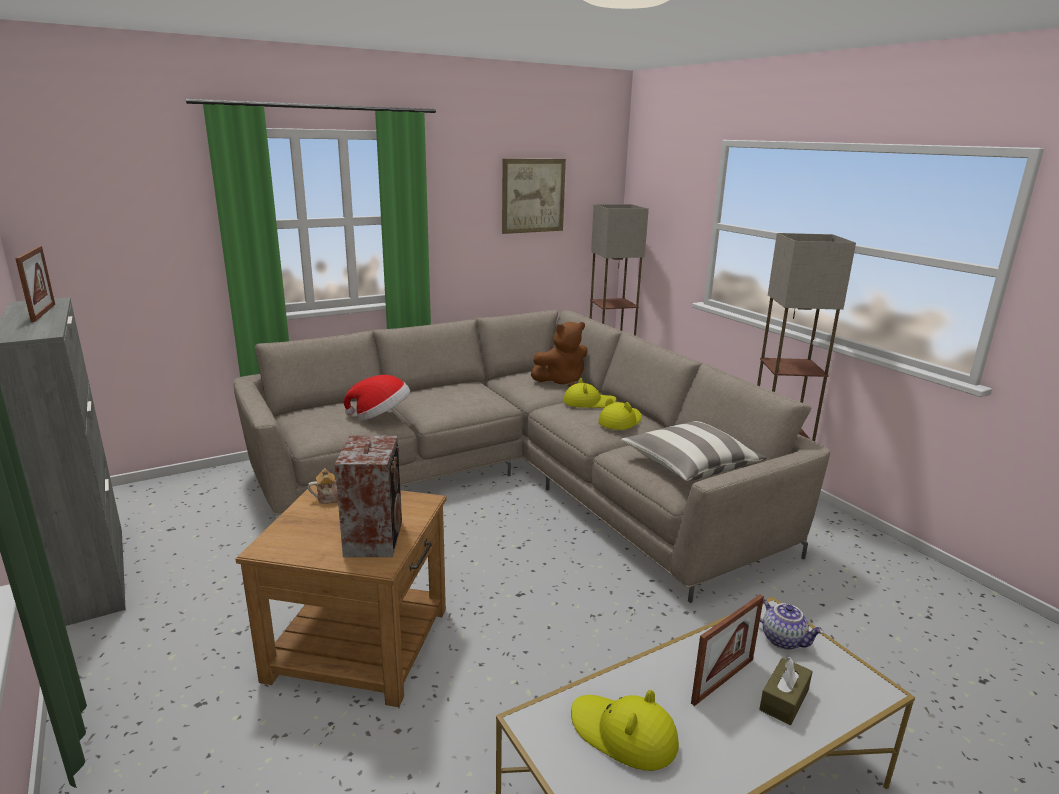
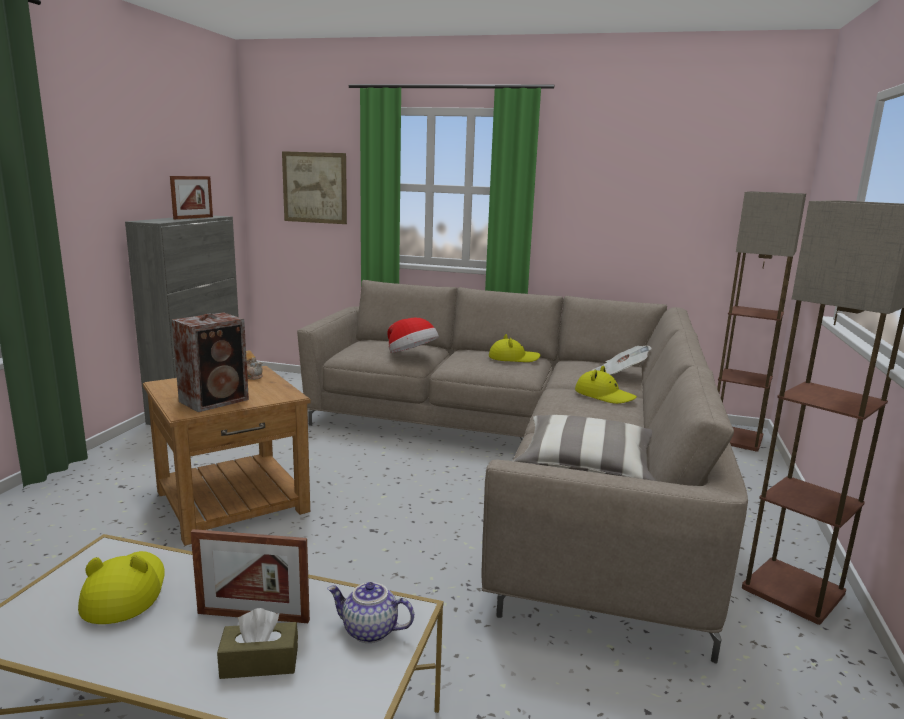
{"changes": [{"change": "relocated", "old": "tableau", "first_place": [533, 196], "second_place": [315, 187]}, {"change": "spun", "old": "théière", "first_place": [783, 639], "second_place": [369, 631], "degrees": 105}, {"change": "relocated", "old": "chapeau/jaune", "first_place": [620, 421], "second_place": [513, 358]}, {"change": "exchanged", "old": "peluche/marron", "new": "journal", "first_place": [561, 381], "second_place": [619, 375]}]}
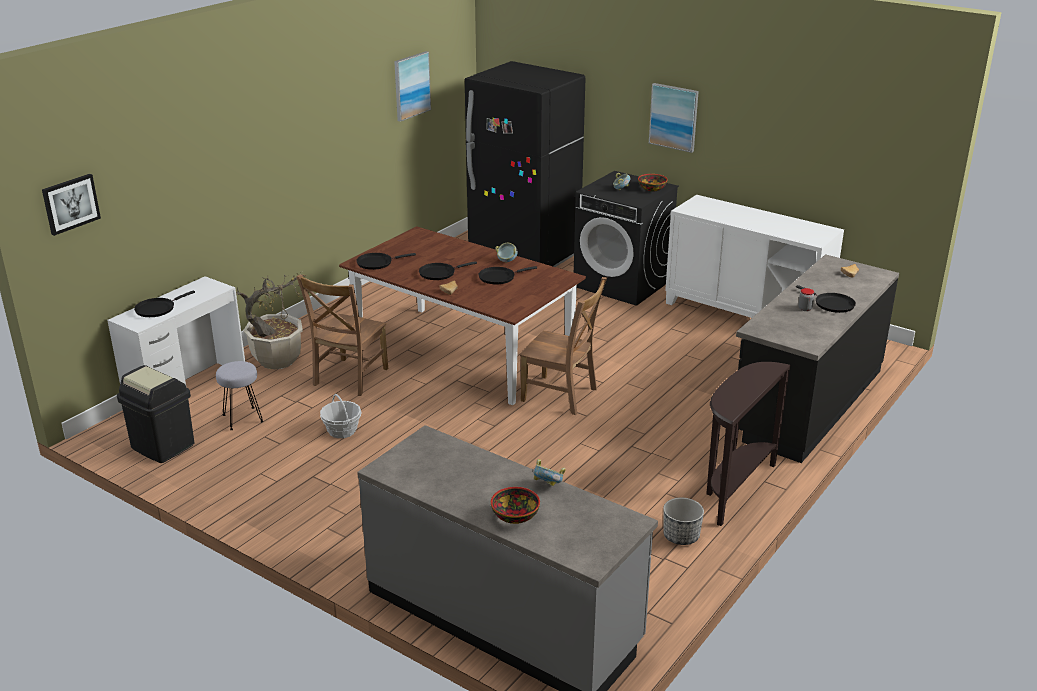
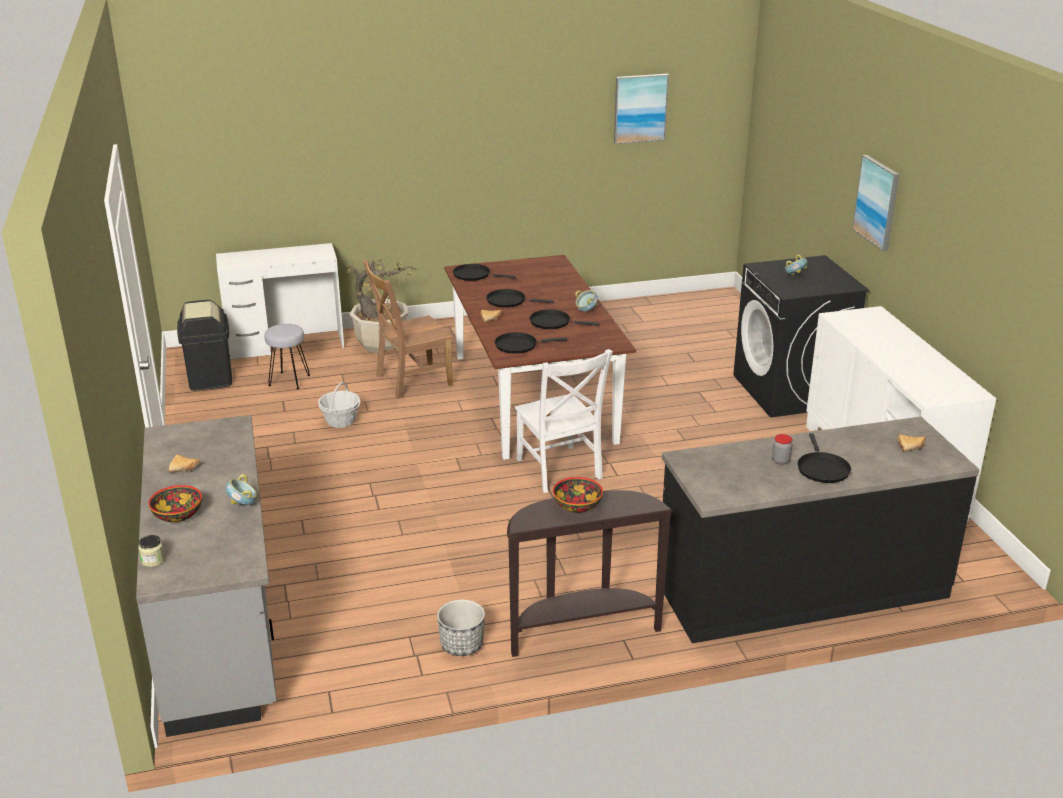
{"changes": [{"change": "appeared", "new": "bocal", "second_place": [153, 560]}, {"change": "appeared", "new": "pain", "second_place": [185, 468]}, {"change": "relocated", "old": "poêle/noir", "first_place": [157, 309], "second_place": [519, 345]}, {"change": "colour", "old": "chaise/marron", "new": "chaise/blanc", "first_place": [562, 396], "second_place": [559, 471]}, {"change": "relocated", "old": "bol", "first_place": [651, 189], "second_place": [577, 505]}, {"change": "missing", "old": "tableau", "first_place": [70, 203]}, {"change": "missing", "old": "réfrigérateur/noir", "first_place": [524, 256]}]}
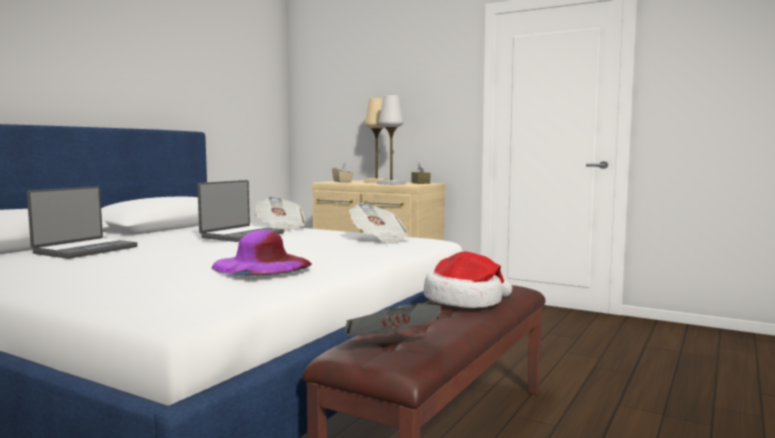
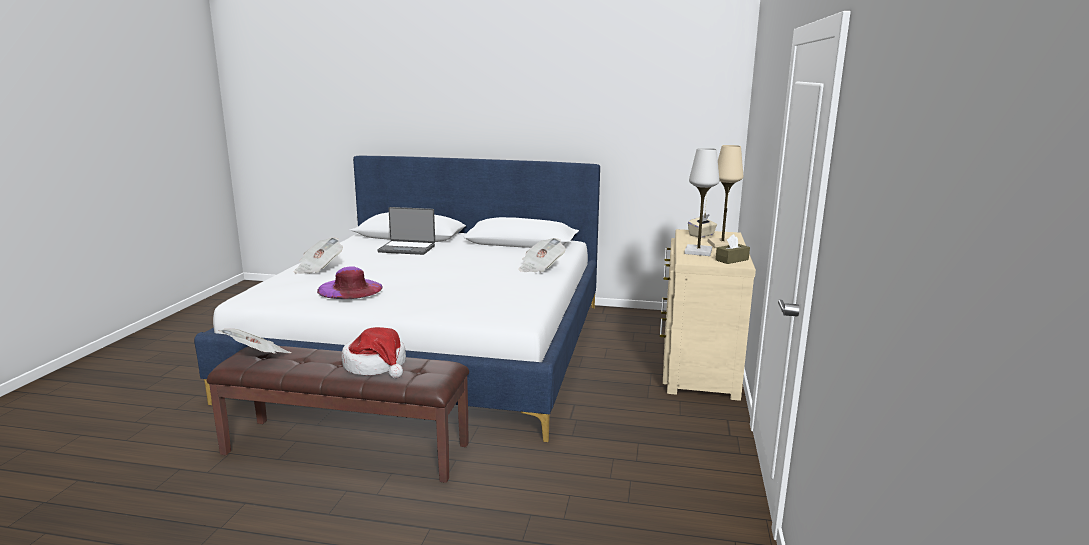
{"changes": [{"change": "relocated", "old": "journal", "first_place": [379, 239], "second_place": [318, 268]}, {"change": "missing", "old": "ordinateur portable", "first_place": [241, 235]}]}
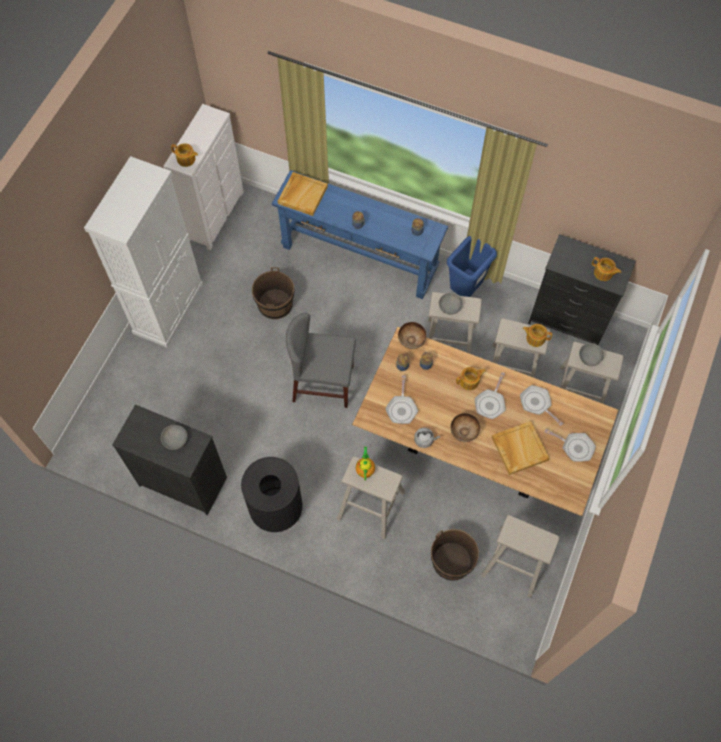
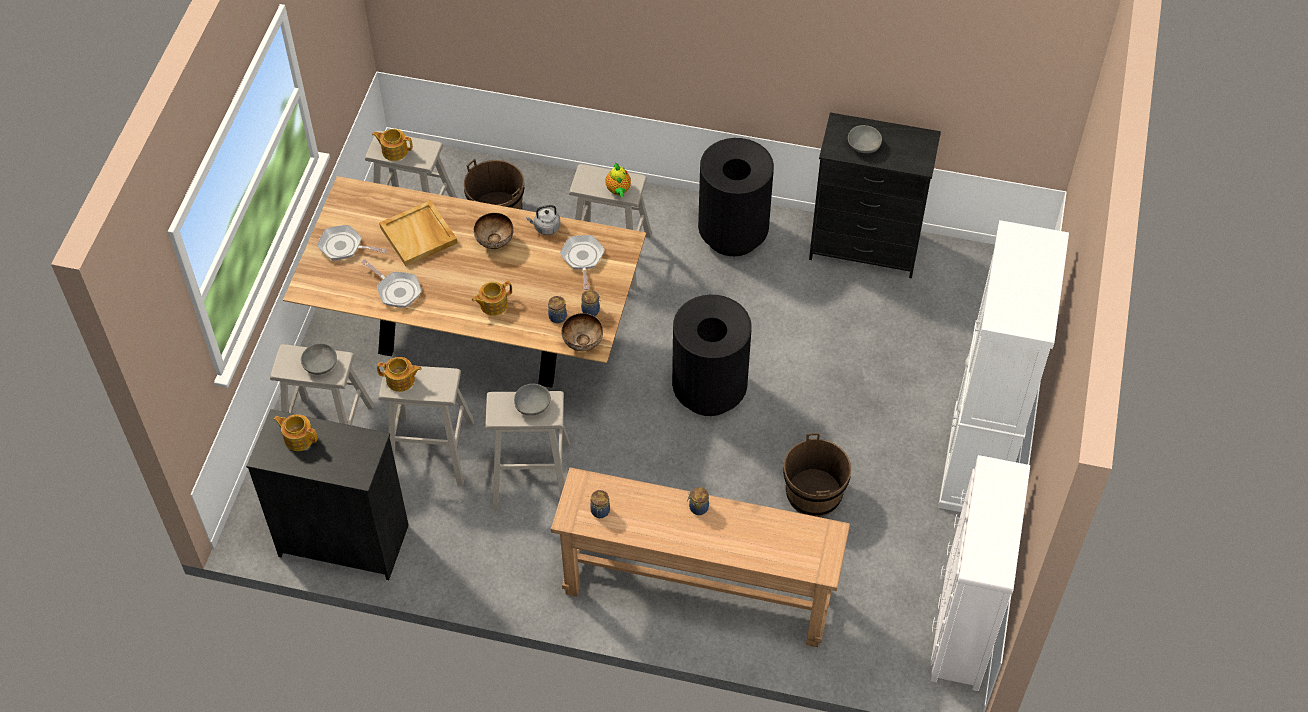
{"changes": [{"change": "relocated", "old": "théière", "first_place": [186, 159], "second_place": [394, 150]}, {"change": "colour", "old": "table console/bleu", "new": "table console/marron", "first_place": [359, 258], "second_place": [697, 591]}, {"change": "exchanged", "old": "chaise/gris", "new": "poubelle/noir", "first_place": [323, 383], "second_place": [709, 391]}, {"change": "missing", "old": "plateau/beige", "first_place": [302, 194]}, {"change": "missing", "old": "poubelle/bleu", "first_place": [465, 289]}, {"change": "missing", "old": "poêle", "first_place": [490, 403]}]}
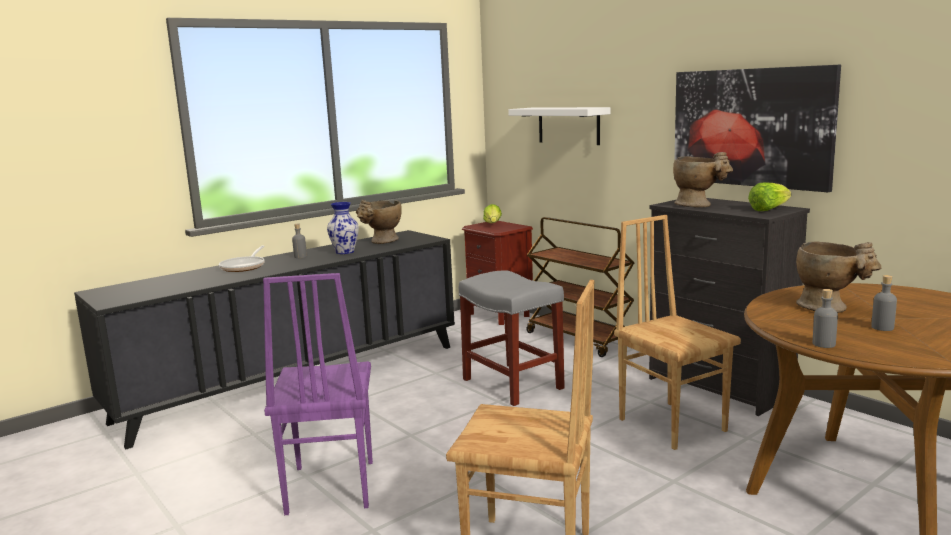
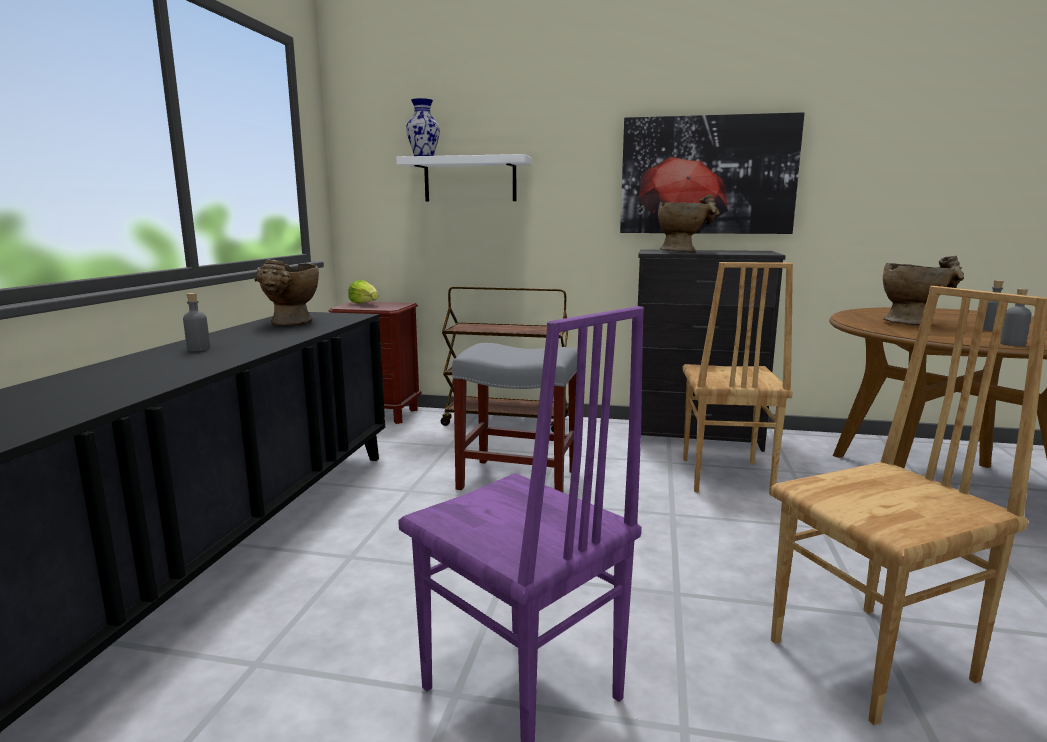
{"changes": [{"change": "relocated", "old": "vase", "first_place": [345, 252], "second_place": [424, 156]}, {"change": "spun", "old": "chaise/marron", "first_place": [672, 424], "second_place": [723, 476], "degrees": -105}, {"change": "missing", "old": "poêle", "first_place": [244, 267]}, {"change": "missing", "old": "laitue", "first_place": [768, 209]}]}
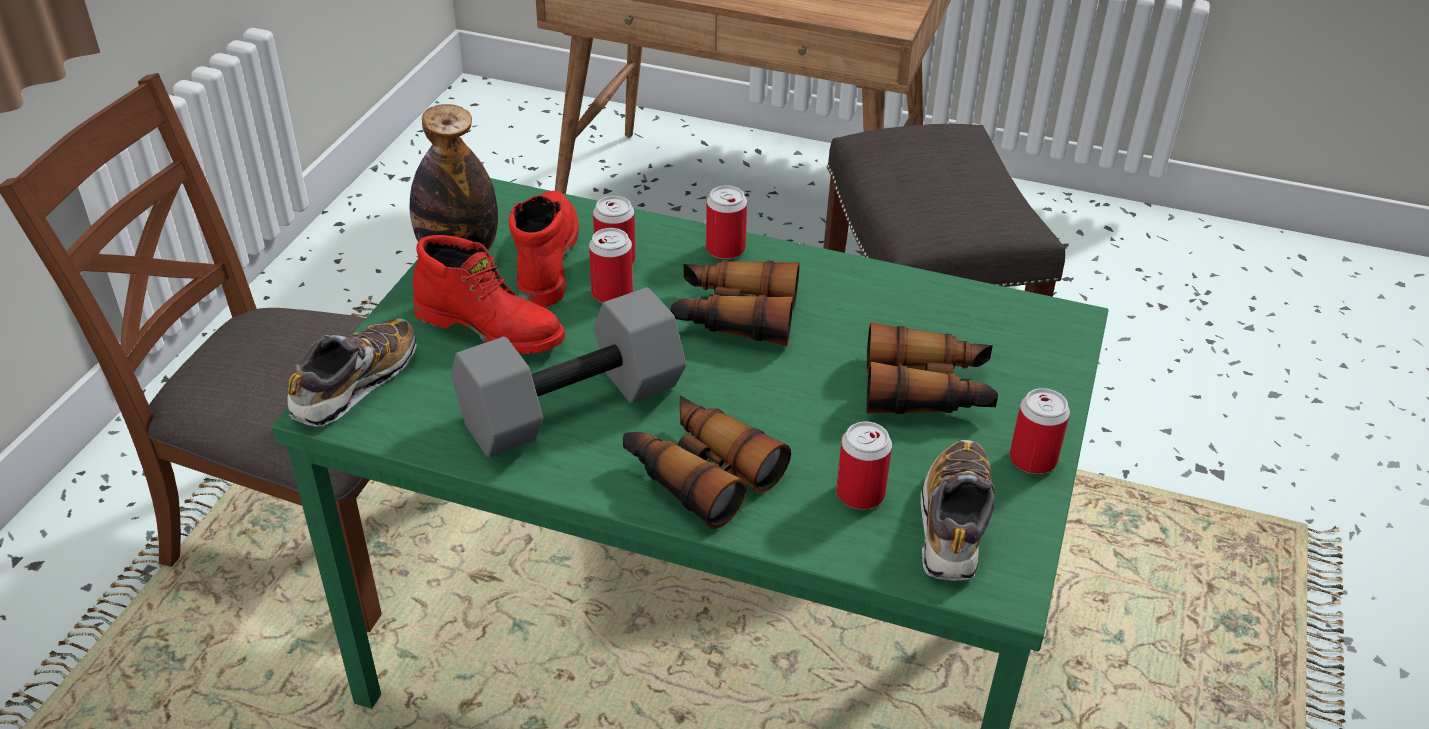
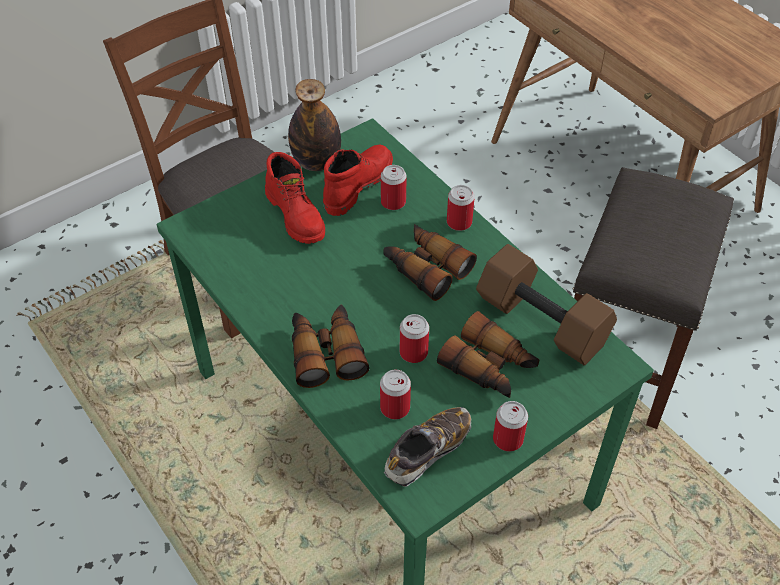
{"changes": [{"change": "relocated", "old": "boîte métallique", "first_place": [612, 293], "second_place": [413, 352]}, {"change": "appeared", "new": "haltère/marron", "second_place": [544, 321]}, {"change": "missing", "old": "chaussure", "first_place": [355, 385]}, {"change": "missing", "old": "haltère/gris", "first_place": [572, 403]}]}
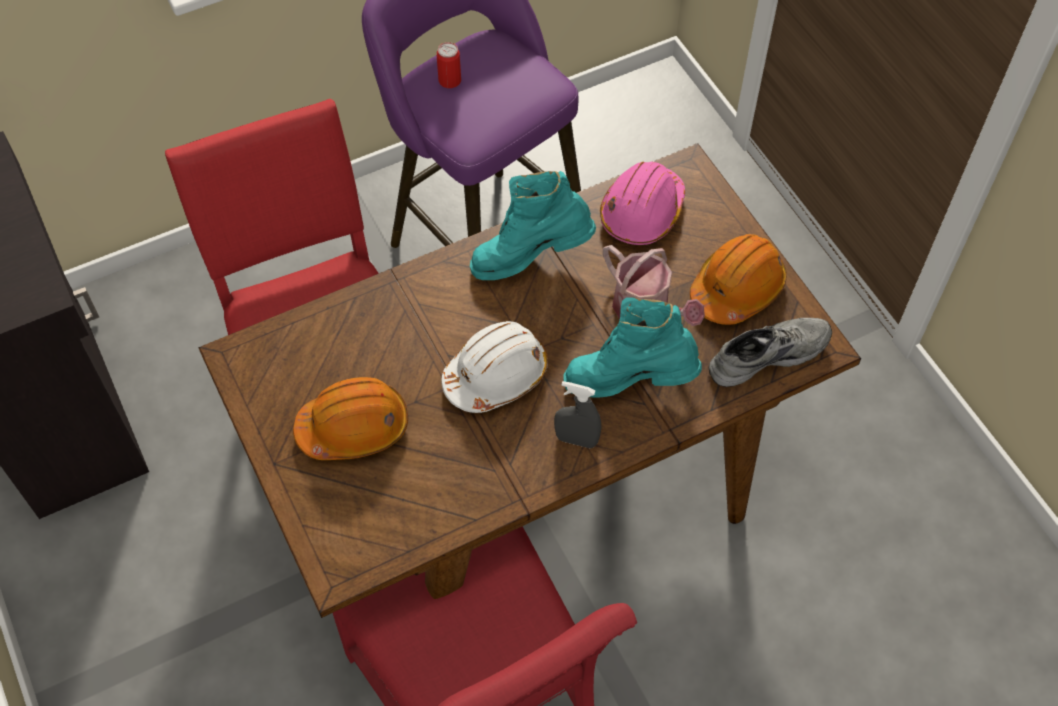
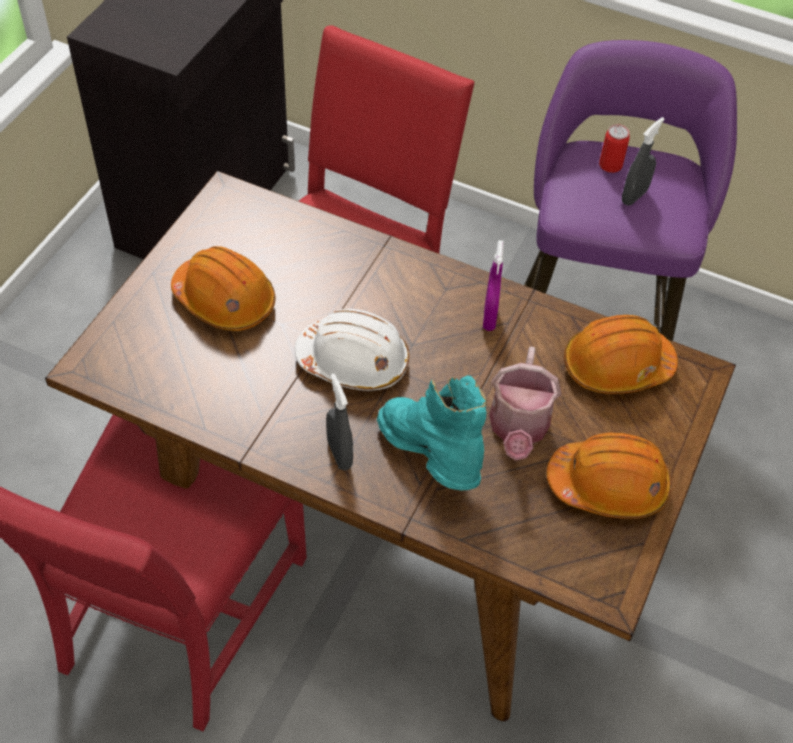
{"changes": [{"change": "exchanged", "old": "botte/turquoise", "new": "vaporisateur/violet", "first_place": [531, 258], "second_place": [489, 317]}, {"change": "colour", "old": "casque de chantier/rose", "new": "casque de chantier/orange", "first_place": [642, 212], "second_place": [616, 366]}, {"change": "appeared", "new": "vaporisateur/gris", "second_place": [634, 196]}, {"change": "missing", "old": "chaussure/gris", "first_place": [766, 353]}]}
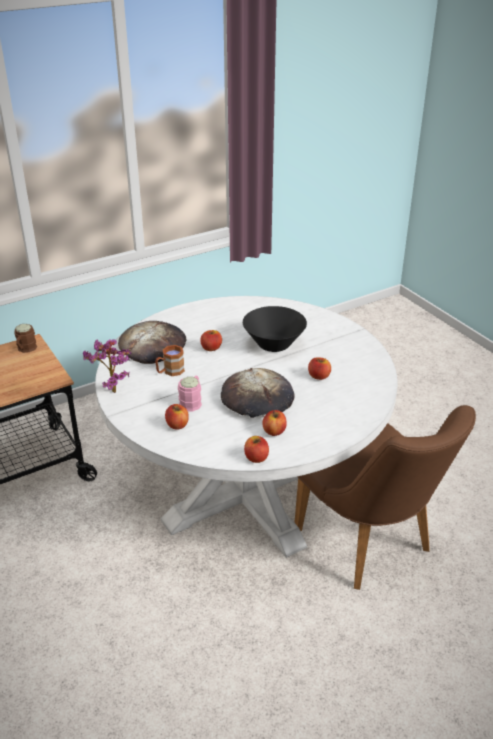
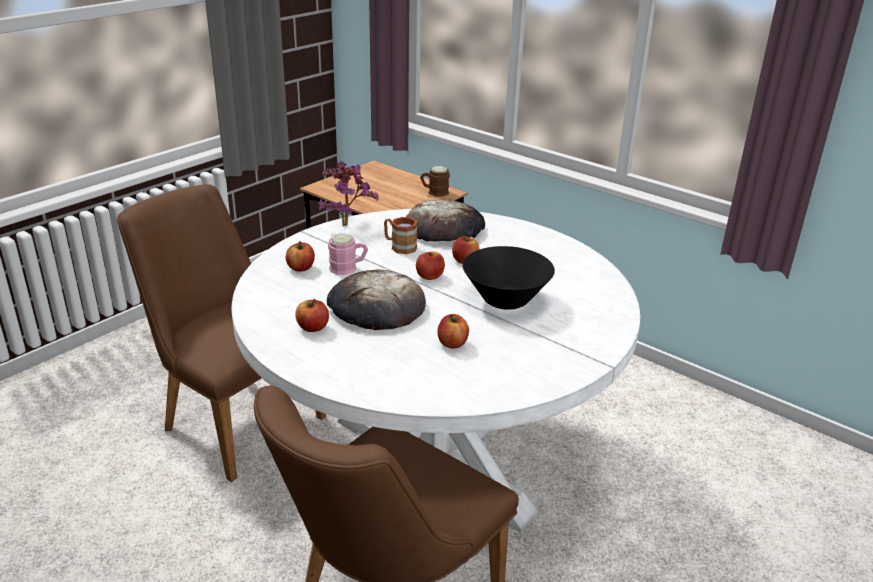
{"changes": [{"change": "appeared", "new": "chaise/marron", "second_place": [233, 418]}, {"change": "relocated", "old": "pomme", "first_place": [256, 458], "second_place": [429, 276]}]}
